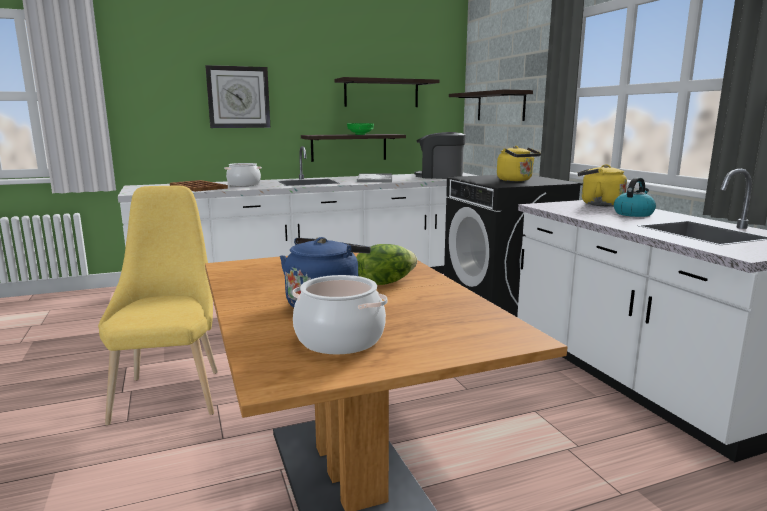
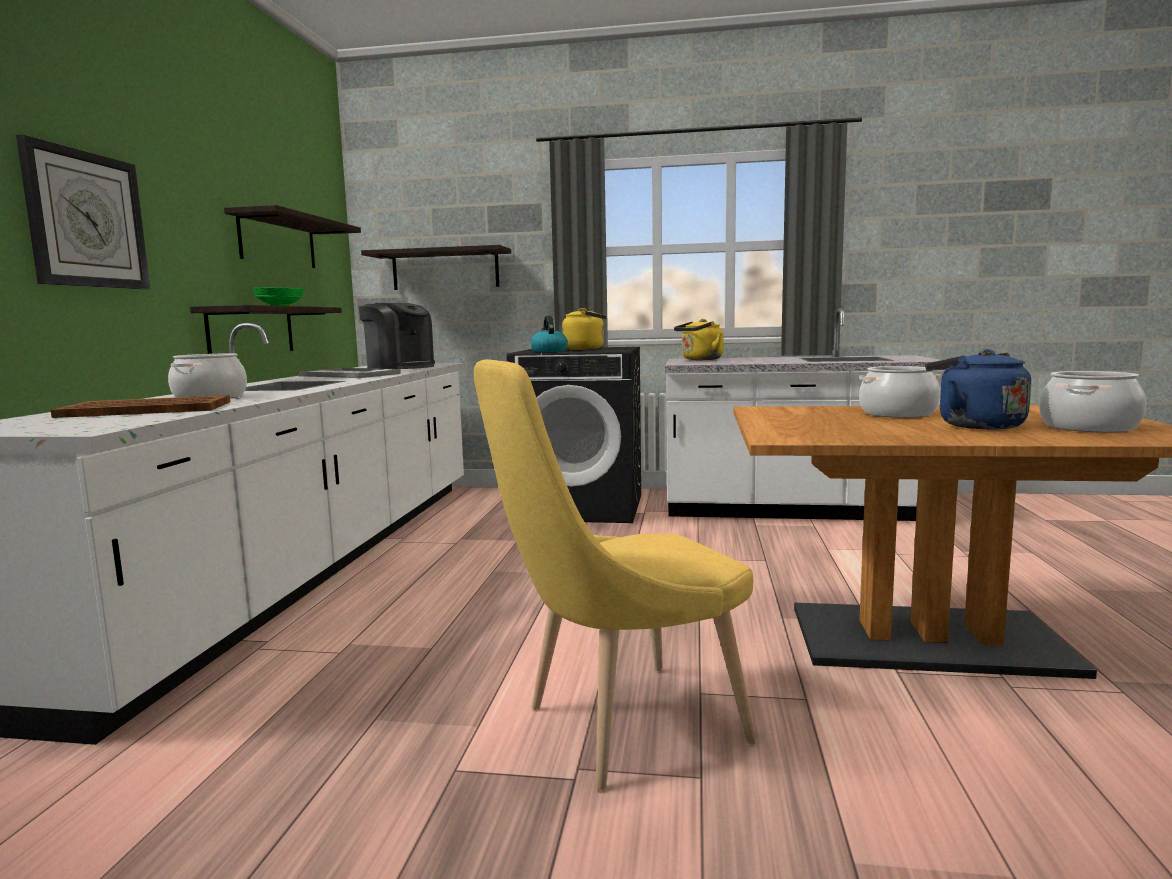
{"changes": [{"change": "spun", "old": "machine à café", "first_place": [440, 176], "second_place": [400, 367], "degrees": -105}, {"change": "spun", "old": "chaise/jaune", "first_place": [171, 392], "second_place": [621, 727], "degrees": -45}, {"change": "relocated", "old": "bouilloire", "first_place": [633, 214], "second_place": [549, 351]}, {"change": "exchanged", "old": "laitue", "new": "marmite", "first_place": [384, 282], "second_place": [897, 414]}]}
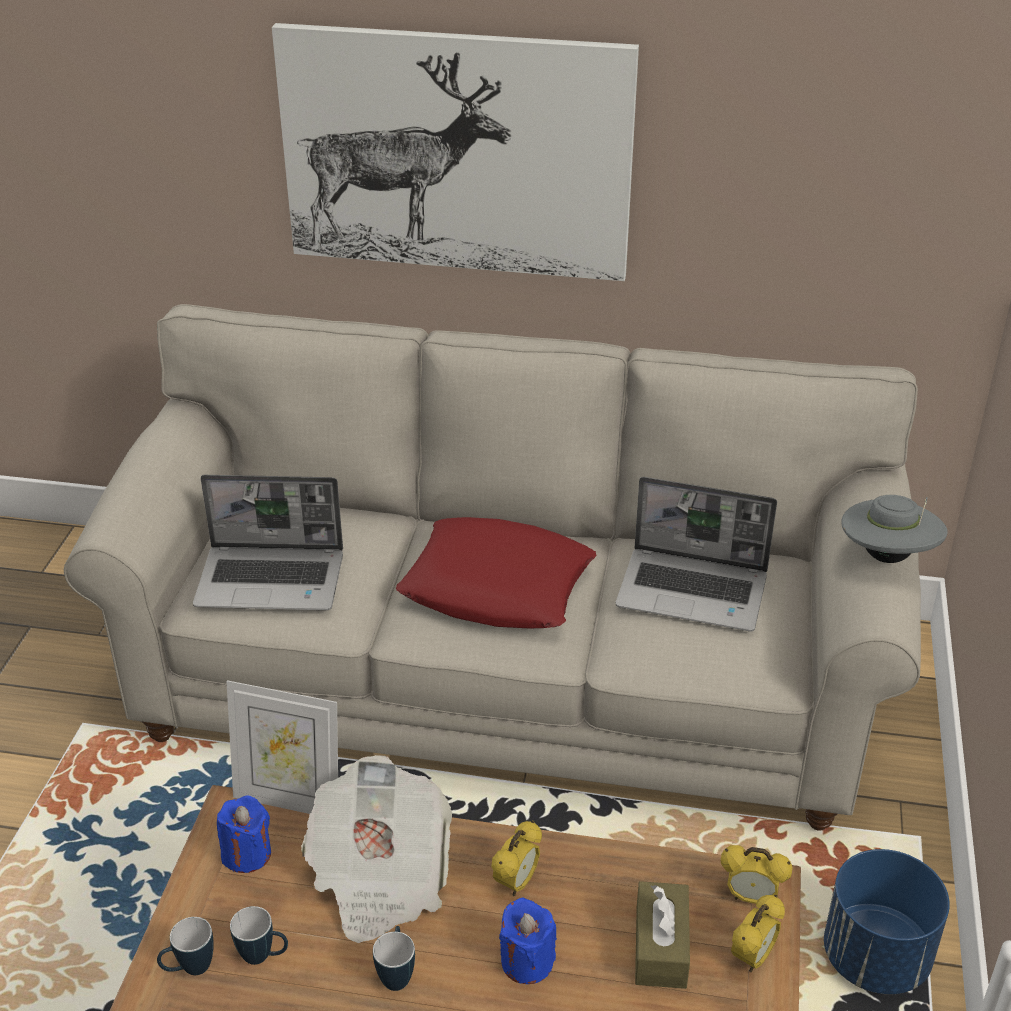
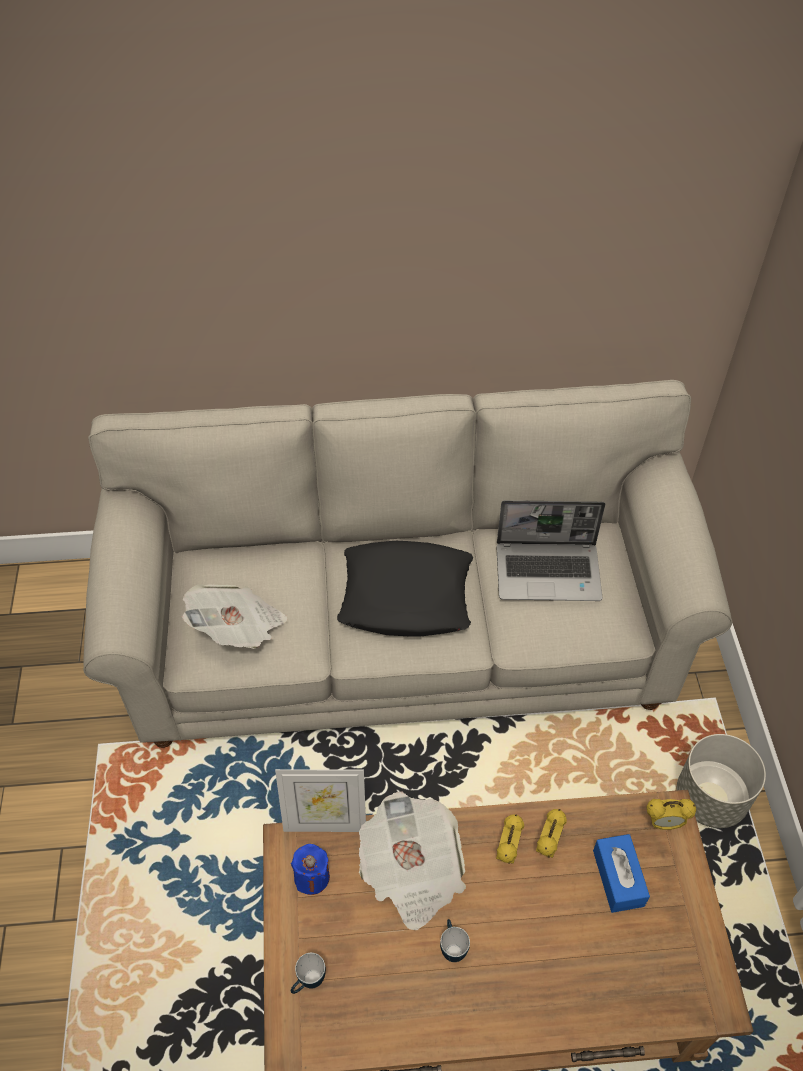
{"changes": [{"change": "exchanged", "old": "ordinateur portable", "new": "journal", "first_place": [272, 580], "second_place": [238, 629]}, {"change": "colour", "old": "coussin/rouge", "new": "coussin/noir", "first_place": [497, 586], "second_place": [406, 596]}, {"change": "relocated", "old": "réveil", "first_place": [753, 958], "second_place": [547, 846]}, {"change": "colour", "old": "boîte à mouchoirs/marron", "new": "boîte à mouchoirs/bleu", "first_place": [660, 946], "second_place": [618, 878]}, {"change": "colour", "old": "cache-pot/bleu", "new": "cache-pot/gris", "first_place": [875, 958], "second_place": [710, 799]}, {"change": "missing", "old": "mug", "first_place": [263, 956]}, {"change": "missing", "old": "tableau", "first_place": [456, 153]}, {"change": "missing", "old": "bougie/bleu", "first_place": [527, 962]}, {"change": "missing", "old": "chapeau/gris", "first_place": [887, 556]}]}
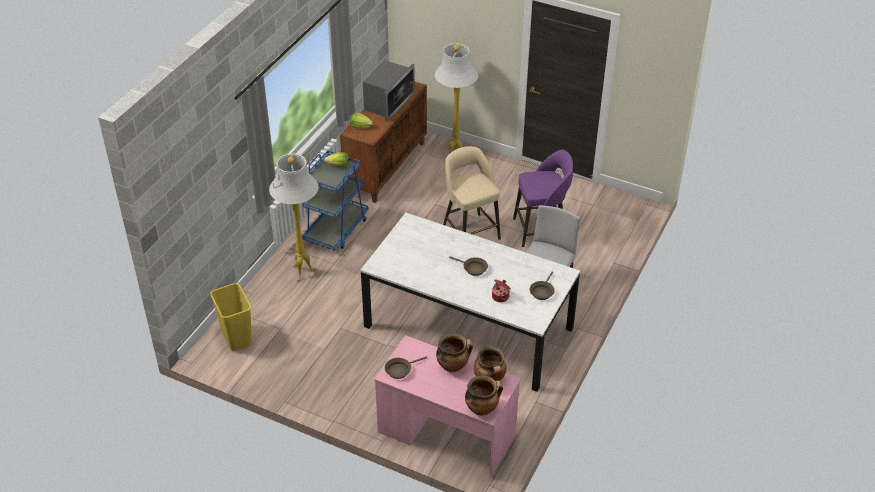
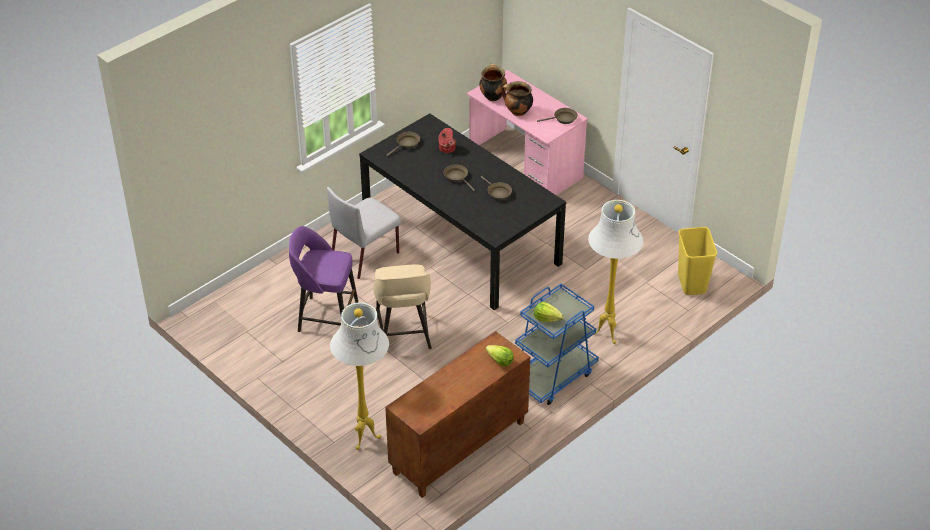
{"changes": [{"change": "colour", "old": "table à manger/blanc", "new": "table à manger/noir", "first_place": [469, 327], "second_place": [460, 239]}, {"change": "appeared", "new": "poêle/marron", "second_place": [497, 193]}, {"change": "missing", "old": "micro-ondes", "first_place": [388, 103]}, {"change": "missing", "old": "marmite", "first_place": [482, 408]}]}
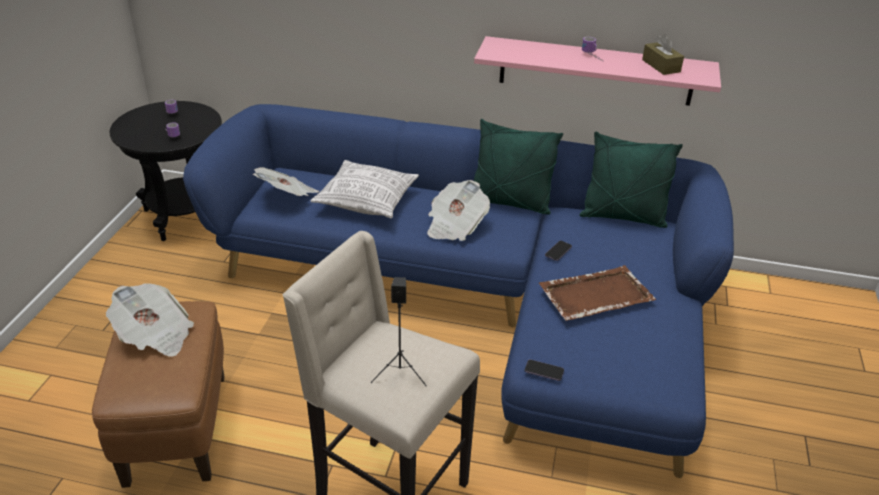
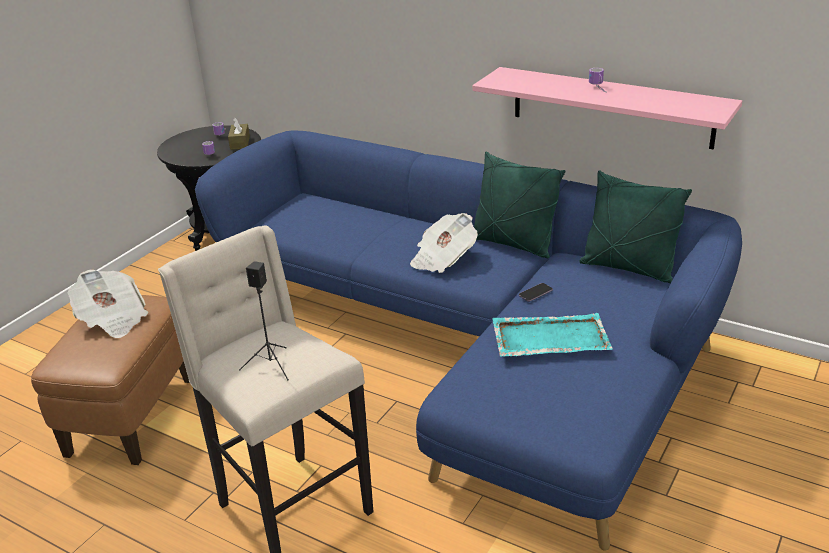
{"changes": [{"change": "relocated", "old": "boîte à mouchoirs/marron", "first_place": [661, 66], "second_place": [240, 143]}, {"change": "colour", "old": "plateau/marron", "new": "plateau/turquoise", "first_place": [594, 296], "second_place": [549, 338]}, {"change": "missing", "old": "journal", "first_place": [287, 196]}, {"change": "missing", "old": "coussin", "first_place": [367, 201]}, {"change": "missing", "old": "téléphone", "first_place": [544, 371]}]}
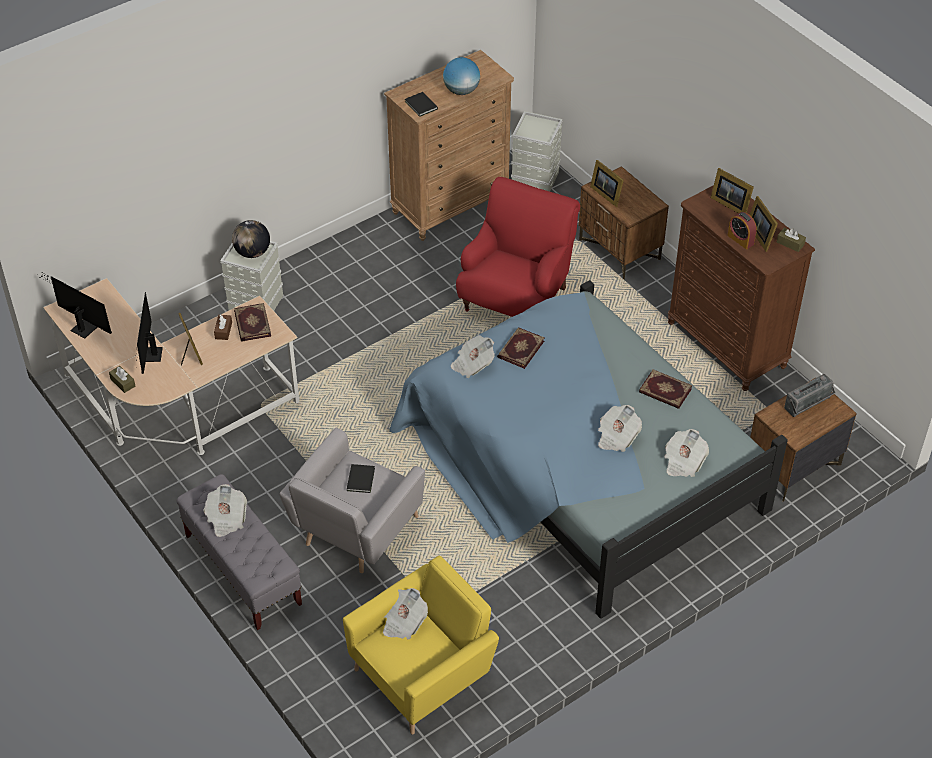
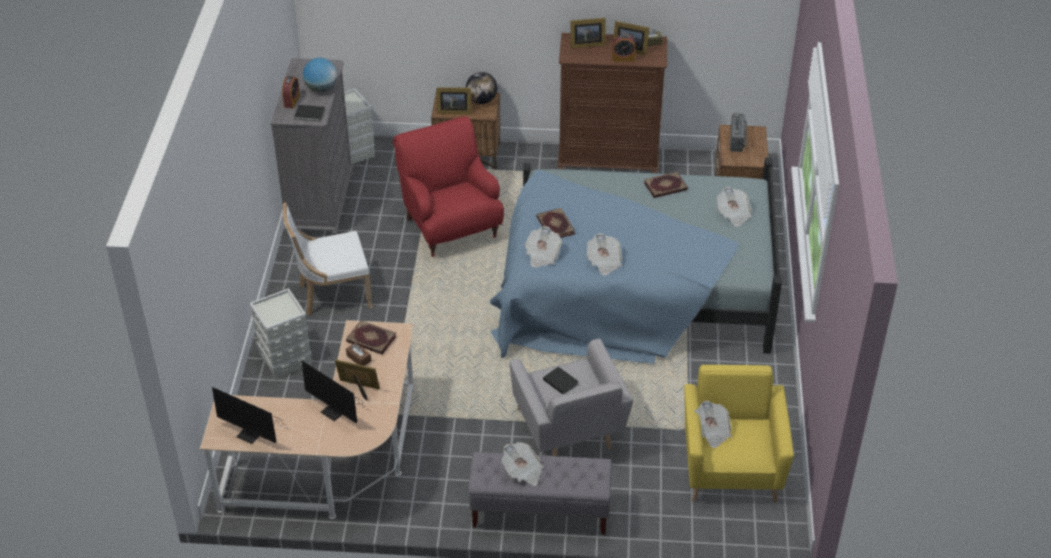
{"changes": [{"change": "spun", "old": "écran d'ordinateur", "first_place": [82, 326], "second_place": [252, 436], "degrees": -135}, {"change": "colour", "old": "commode/marron", "new": "commode/gris", "first_place": [451, 205], "second_place": [320, 205]}, {"change": "appeared", "new": "réveil", "second_place": [292, 101]}, {"change": "appeared", "new": "chaise/blanc", "second_place": [332, 294]}, {"change": "relocated", "old": "globe", "first_place": [252, 252], "second_place": [481, 100]}, {"change": "relocated", "old": "journal", "first_place": [617, 437], "second_place": [604, 262]}, {"change": "missing", "old": "boîte à mouchoirs/marron", "first_place": [123, 382]}]}
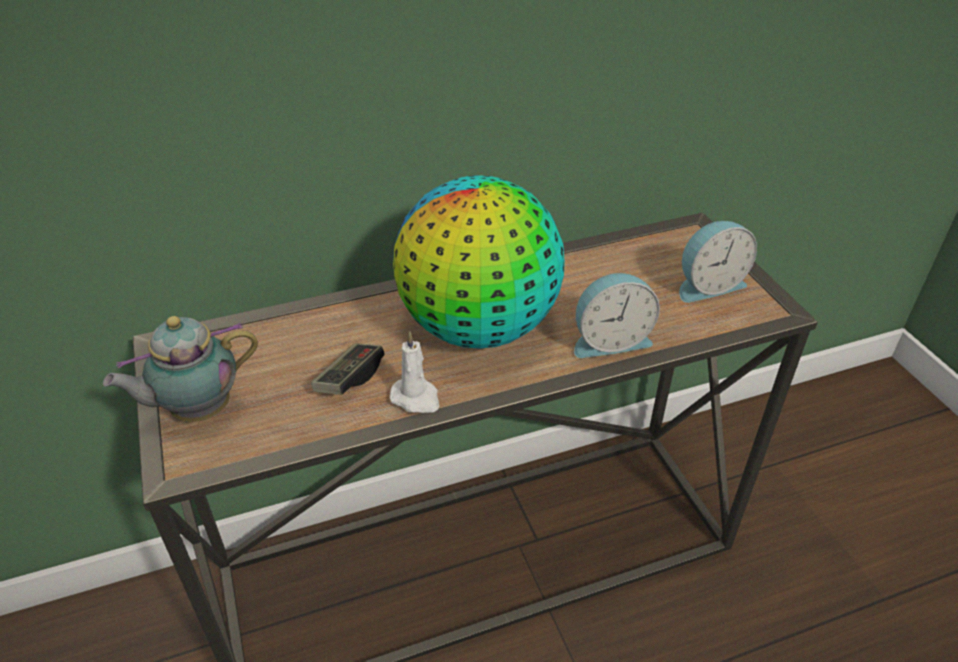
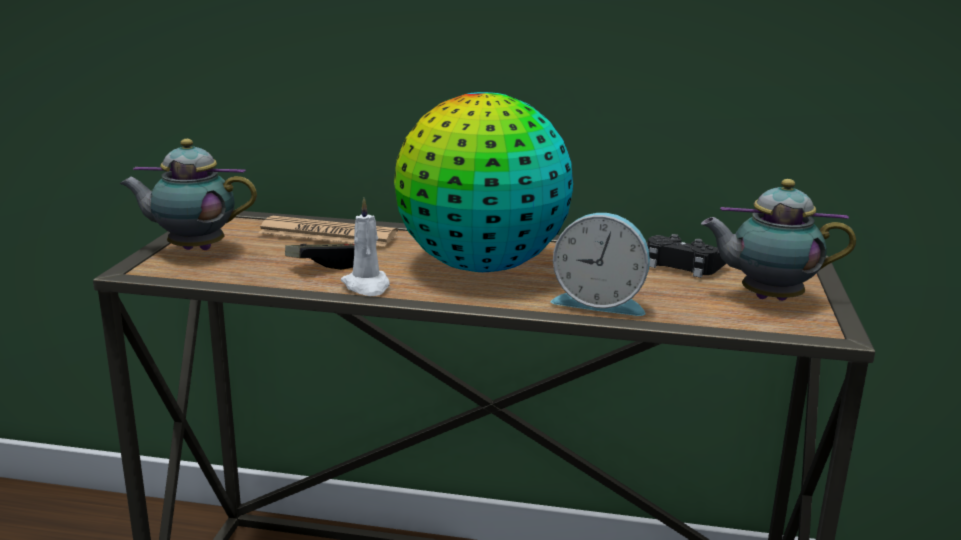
{"changes": [{"change": "appeared", "new": "journal", "second_place": [328, 234]}, {"change": "appeared", "new": "manette/noir", "second_place": [682, 264]}, {"change": "exchanged", "old": "réveil", "new": "théière", "first_place": [707, 285], "second_place": [766, 298]}]}
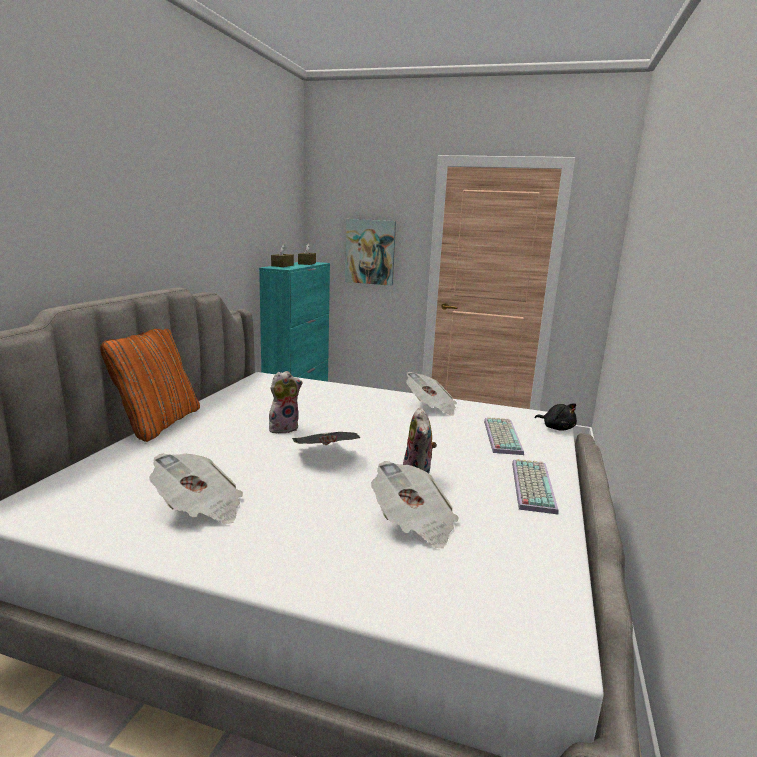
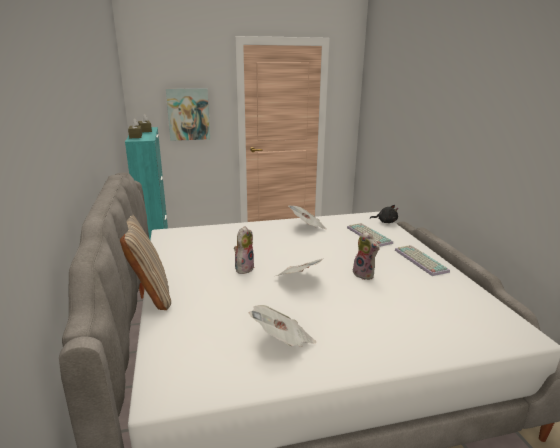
{"changes": [{"change": "colour", "old": "coussin/orange", "new": "coussin/beige", "first_place": [158, 423], "second_place": [149, 293]}, {"change": "missing", "old": "journal", "first_place": [414, 524]}]}
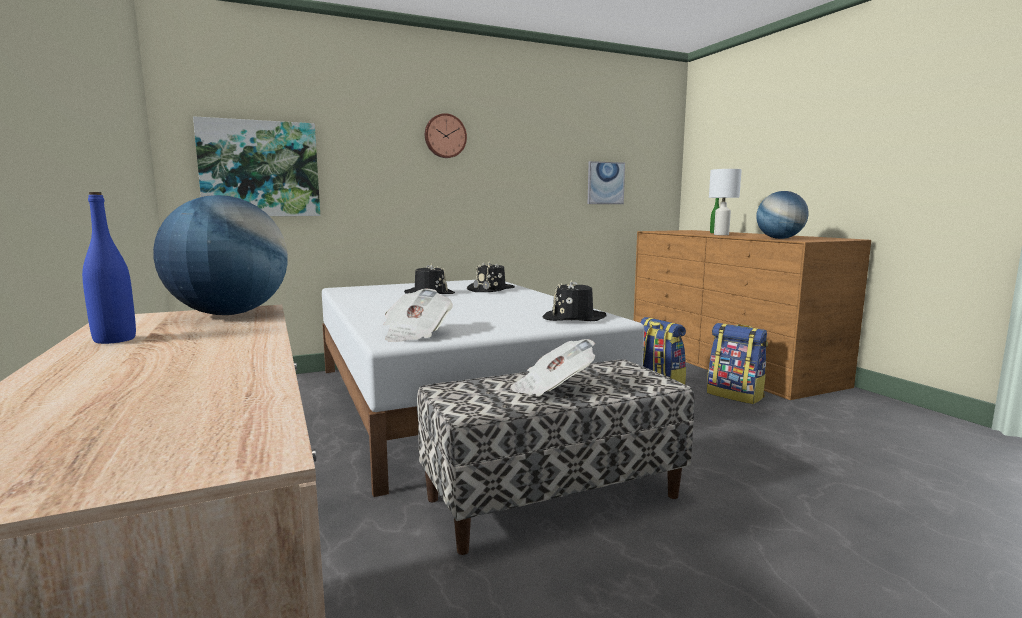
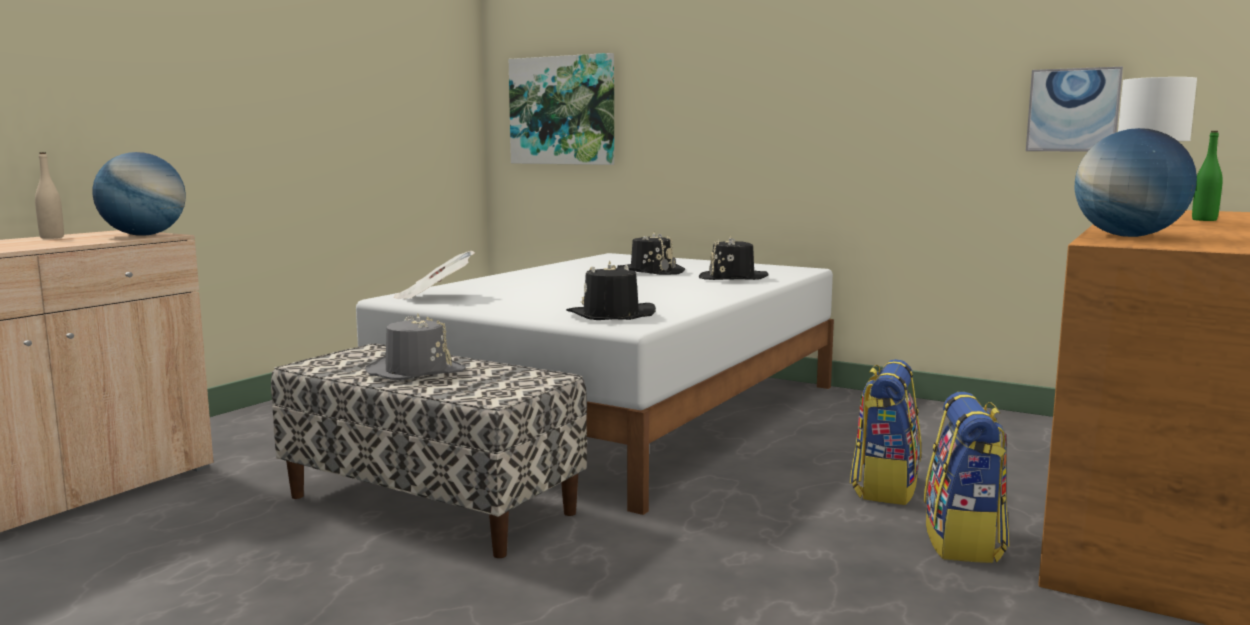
{"changes": [{"change": "colour", "old": "bouteille/bleu", "new": "bouteille/beige", "first_place": [114, 340], "second_place": [52, 237]}, {"change": "exchanged", "old": "journal", "new": "chapeau/gris", "first_place": [552, 389], "second_place": [415, 371]}, {"change": "missing", "old": "horloge murale", "first_place": [445, 136]}]}
